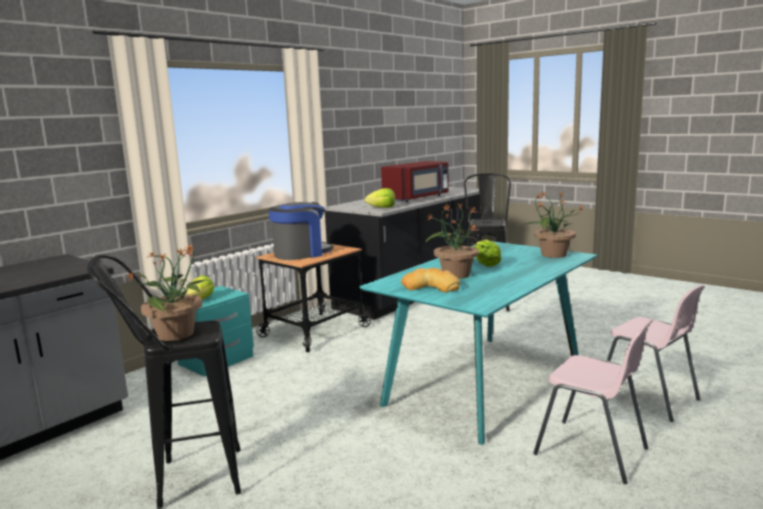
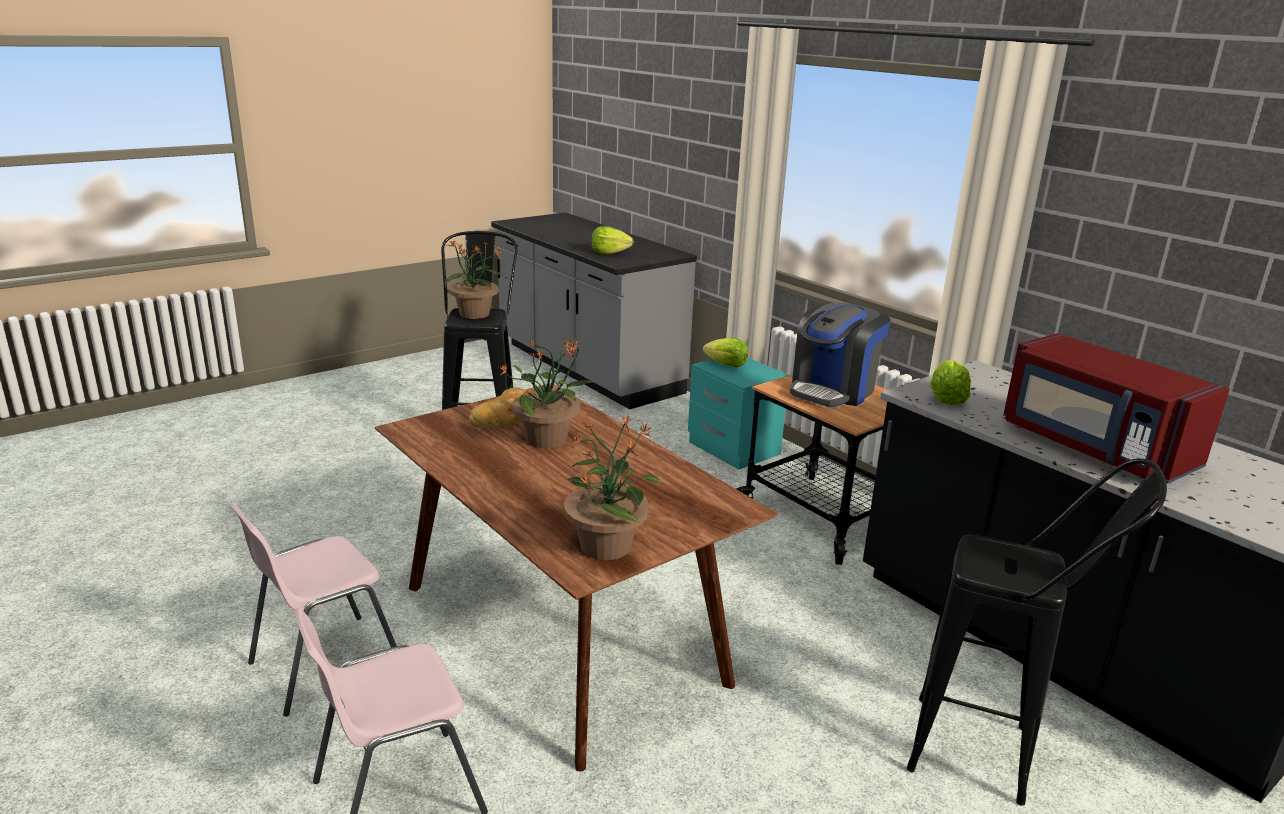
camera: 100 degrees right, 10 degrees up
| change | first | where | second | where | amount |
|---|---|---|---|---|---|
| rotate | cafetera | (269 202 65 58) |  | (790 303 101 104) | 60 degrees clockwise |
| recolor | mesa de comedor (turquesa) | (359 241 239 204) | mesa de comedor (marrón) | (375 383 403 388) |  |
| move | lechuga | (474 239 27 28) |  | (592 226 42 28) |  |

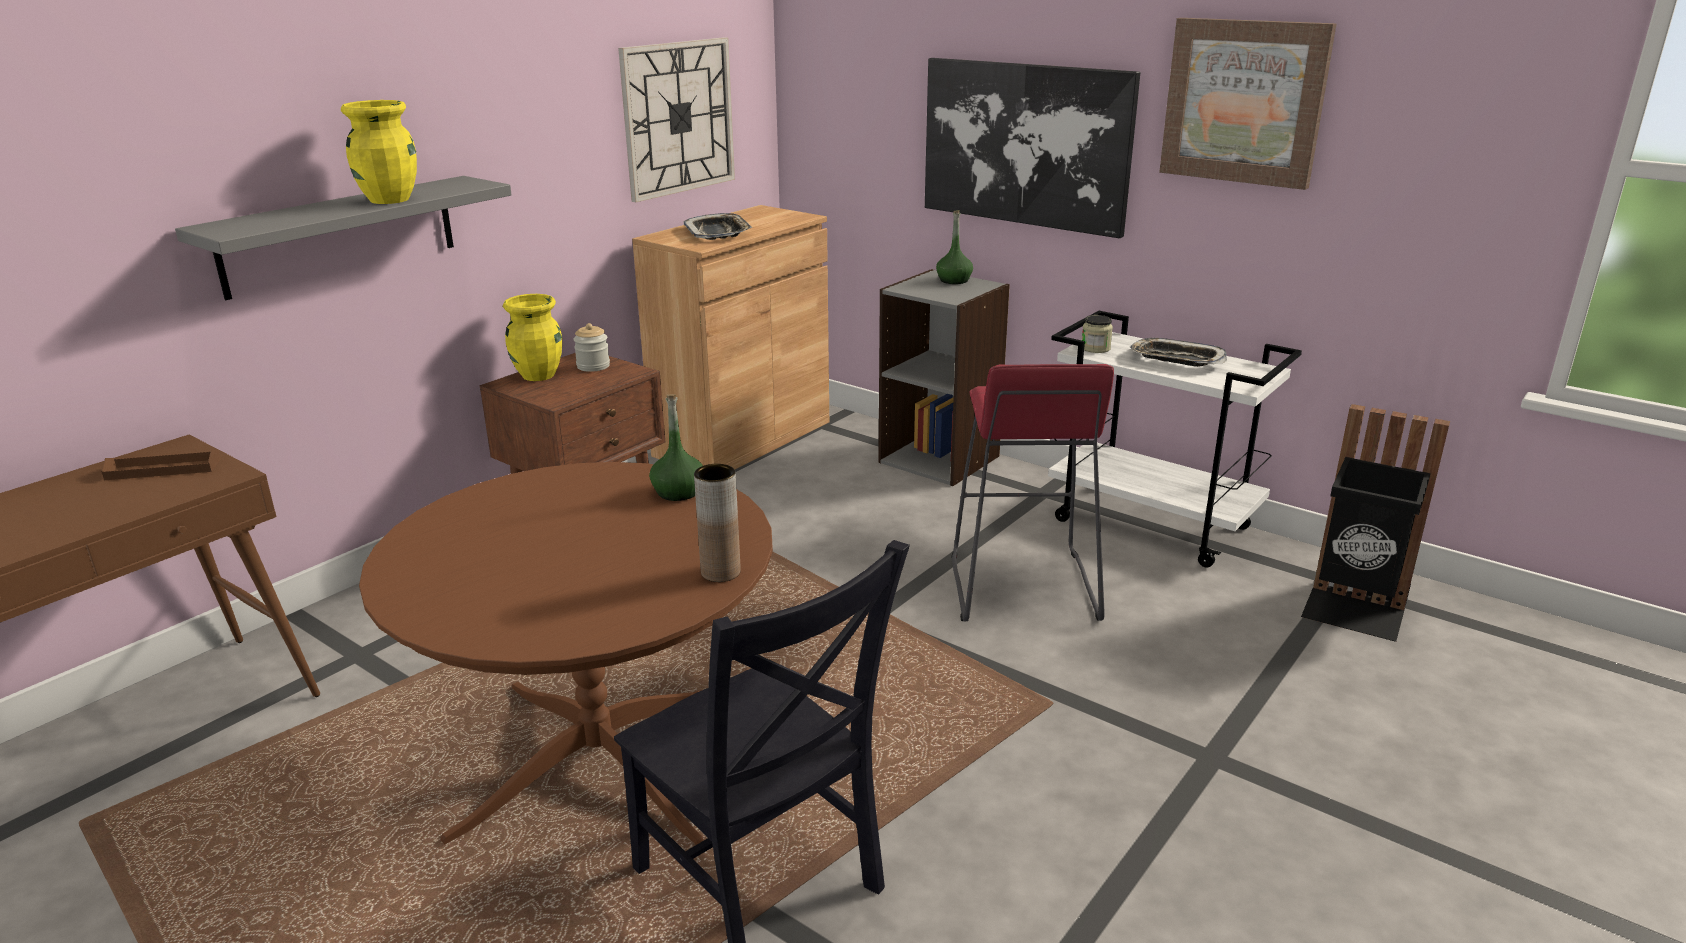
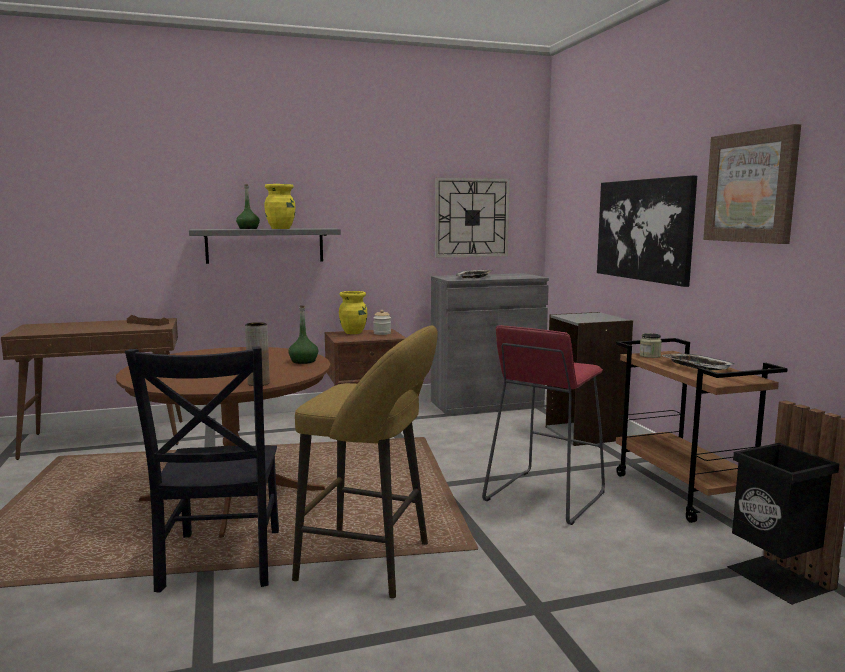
camera: 35 degrees right, 15 degrees down
| change | first | where | second | where | amount |
|---|---|---|---|---|---|
| recolor | armario (marrón) | (632 205 197 264) | armario (gris) | (431 273 118 143) |  |
| move | botella (verde) | (936 210 37 74) |  | (236 184 24 45) |  |
| recolor | carrito (blanco) | (1048 311 254 257) | carrito (marrón) | (616 338 172 185) |  |
| insert |  |  | taburete (amarillo) | (292 325 146 273) |  |

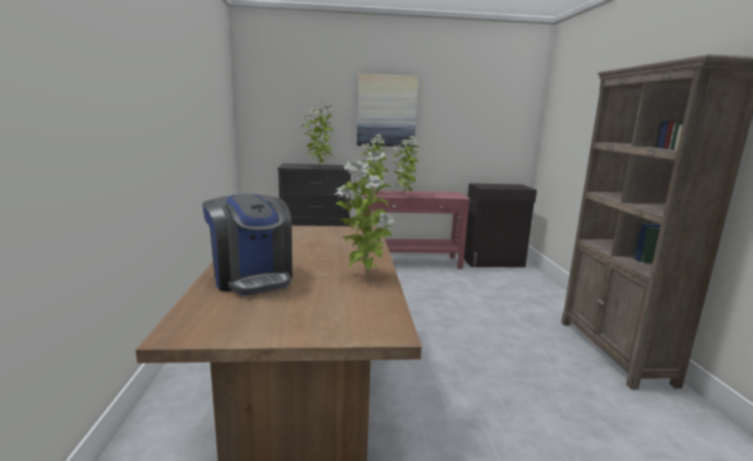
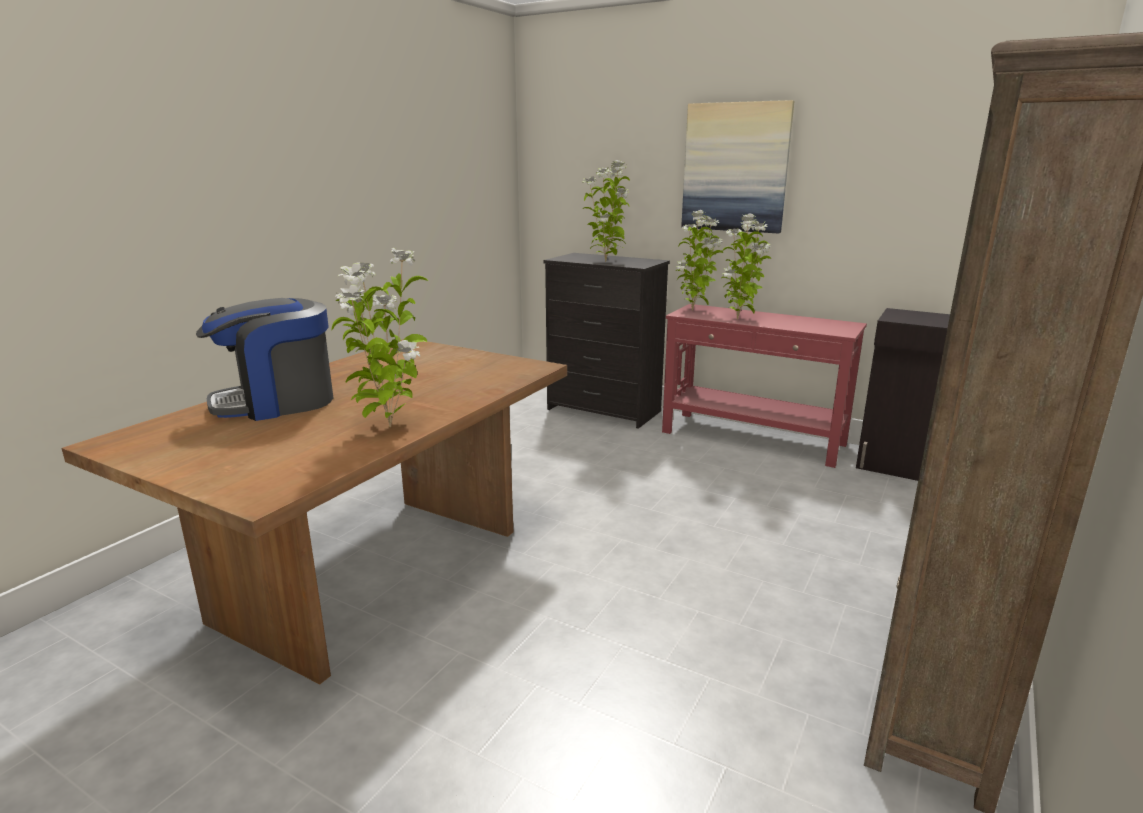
camera: 35 degrees right, 5 degrees up
| change | first | where | second | where | amount |
|---|---|---|---|---|---|
| rotate | cafetera | (202 193 90 102) |  | (196 298 137 123) | 60 degrees clockwise |

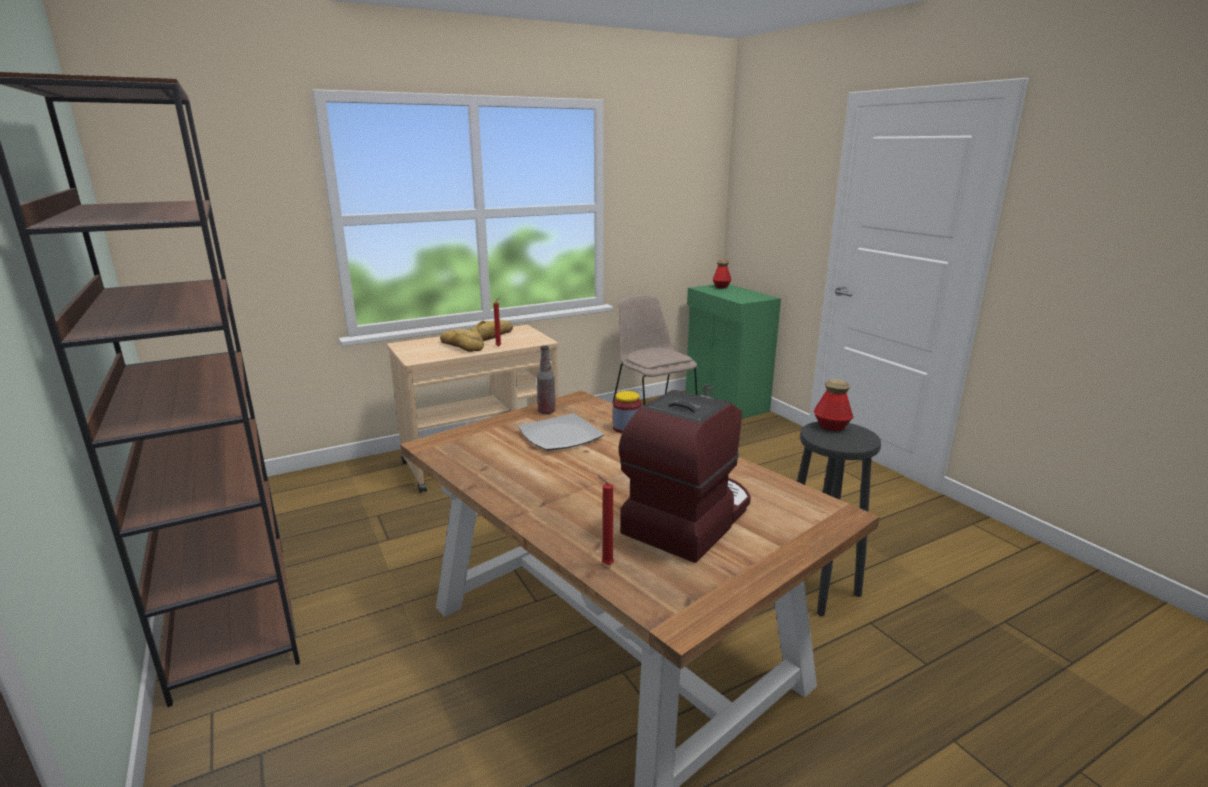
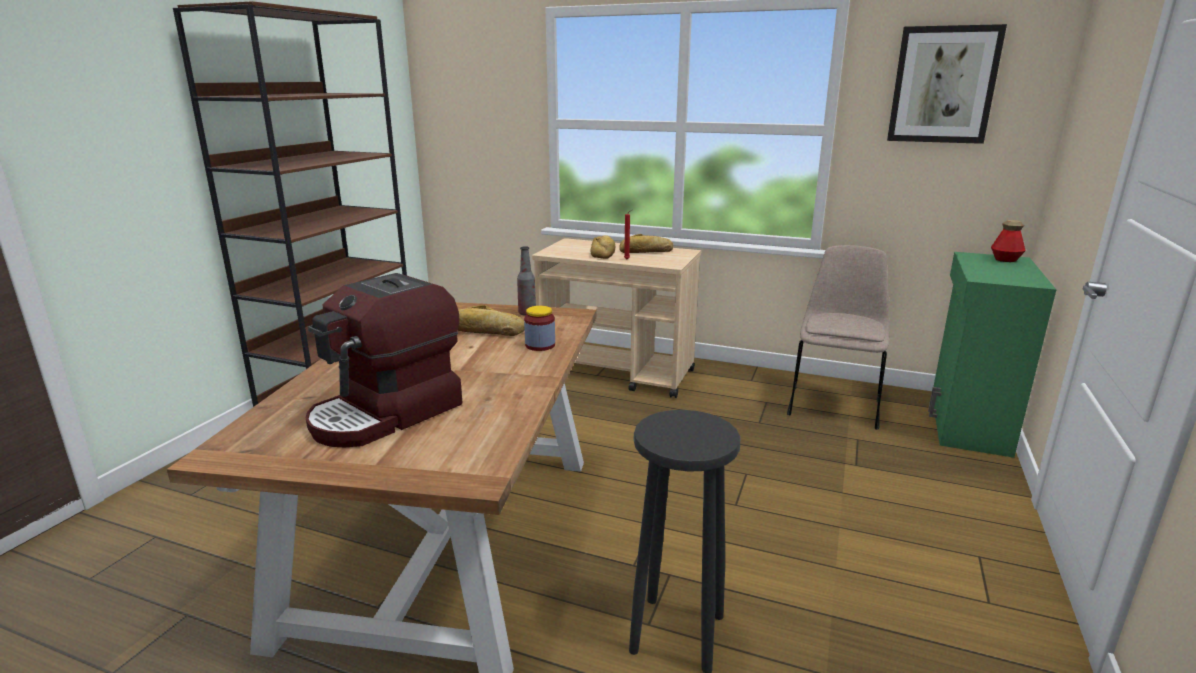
camera: 50 degrees right, 0 degrees up
| change | first | where | second | where | amount |
|---|---|---|---|---|---|
| replace | plato | (518 413 86 38) | pan | (458 305 67 31) |  |
| delete | vela (rojo) | (597 475 17 90) |  |  |  |
| rotate | cafetera | (619 390 132 173) |  | (306 273 156 174) | 135 degrees clockwise |
| delete | botella | (814 379 39 52) |  |  |  |
| insert |  |  | cuadro | (887 24 120 120) |  |

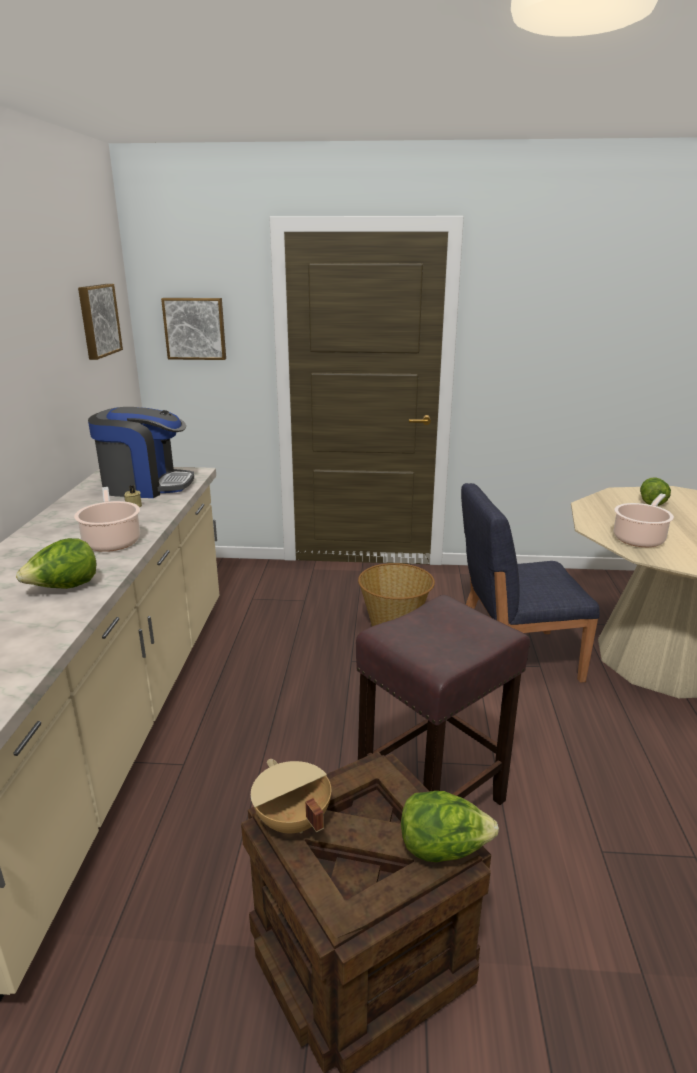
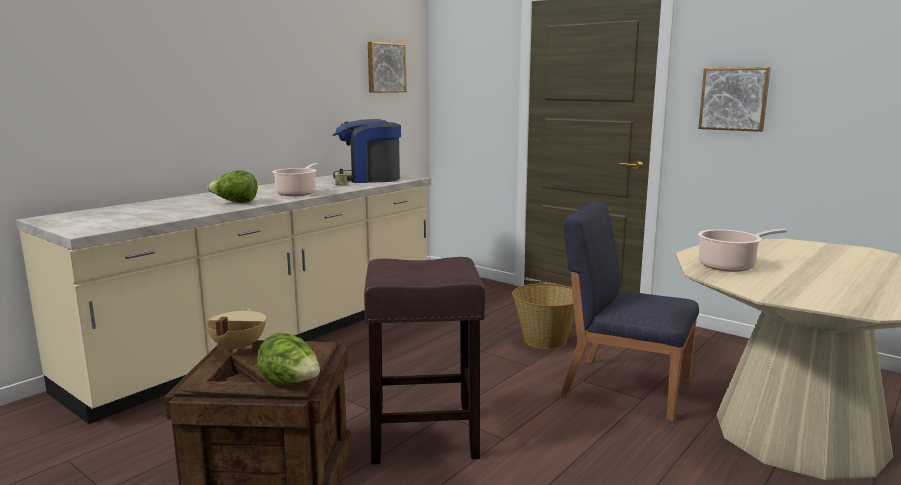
camera: 35 degrees right, 10 degrees down
| change | first | where | second | where | amount |
|---|---|---|---|---|---|
| rotate | cafetera | (88 407 106 91) |  | (333 119 68 64) | 135 degrees clockwise |
| move | cuadro | (161 298 65 62) |  | (698 67 73 65) |  |
| delete | lechuga | (640 478 31 28) |  |  |  |

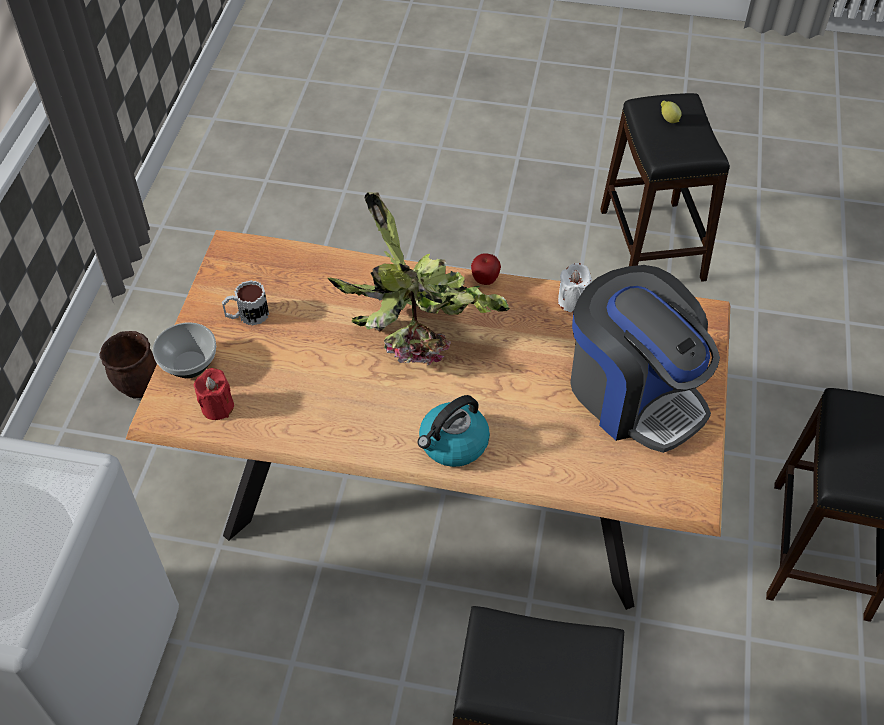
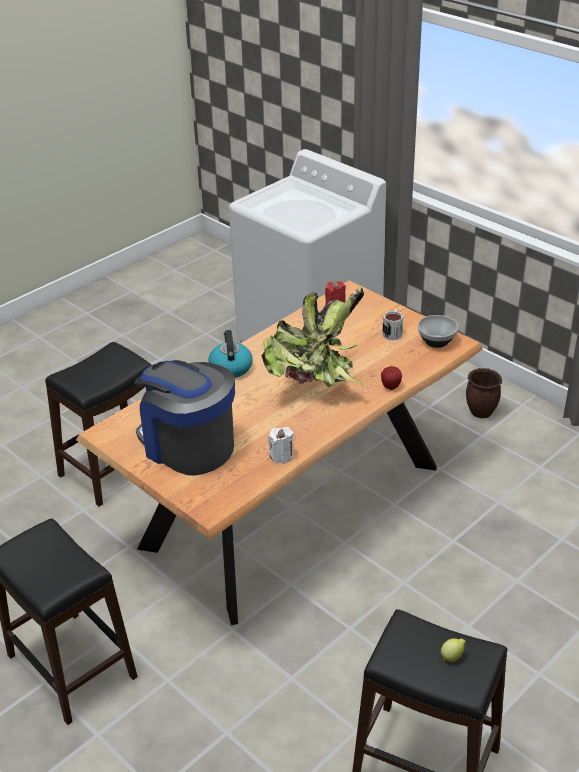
camera: 125 degrees right, 15 degrees down
| change | first | where | second | where | amount |
|---|---|---|---|---|---|
| move | cuenco | (152 322 64 56) |  | (418 315 40 33) |  |
| move | manzana | (471 253 30 32) |  | (381 366 21 24) |  |
| rotate | cafetera | (570 265 150 188) |  | (134 360 101 116) | 45 degrees clockwise |

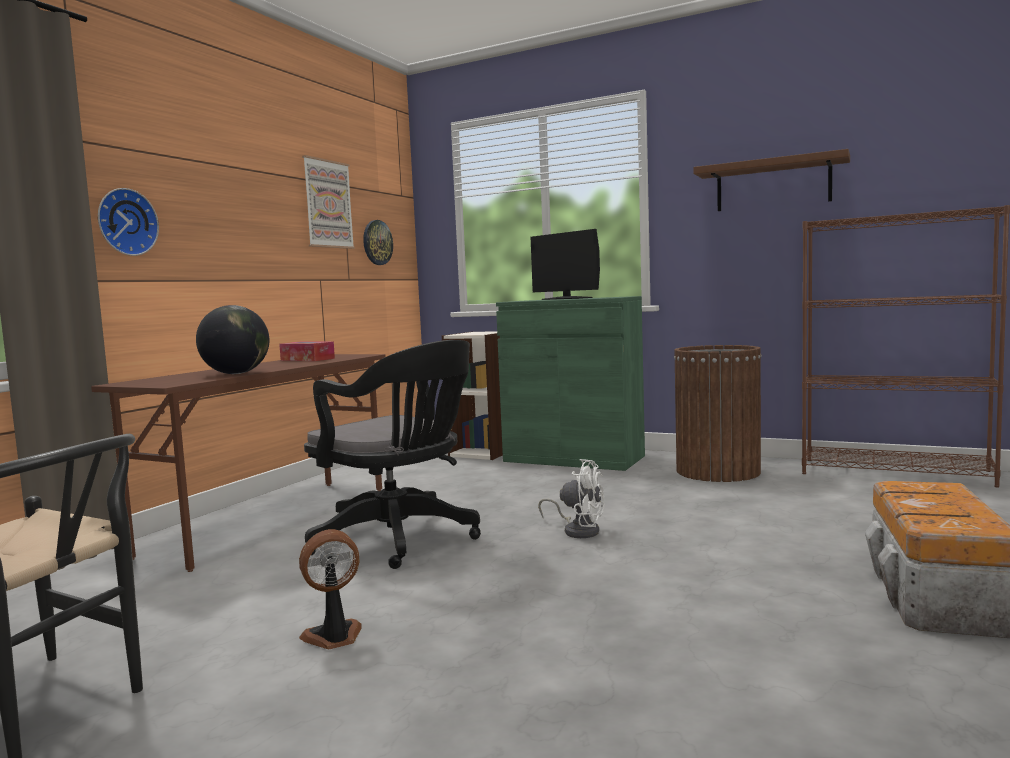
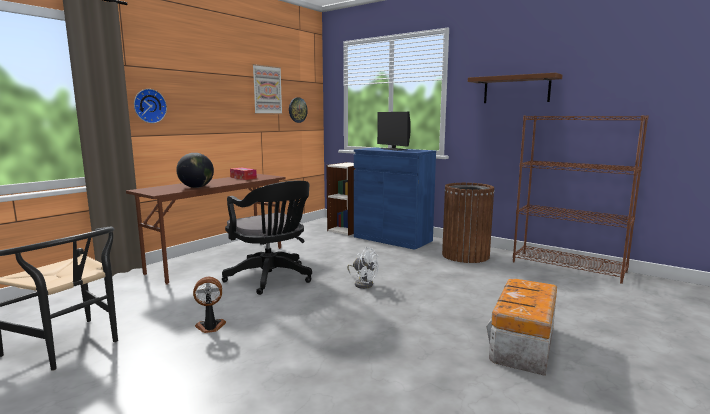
camera: 10 degrees right, 5 degrees up
| change | first | where | second | where | amount |
|---|---|---|---|---|---|
| recolor | armario (verde) | (496 296 149 175) | armario (azul) | (354 147 82 103) |  |

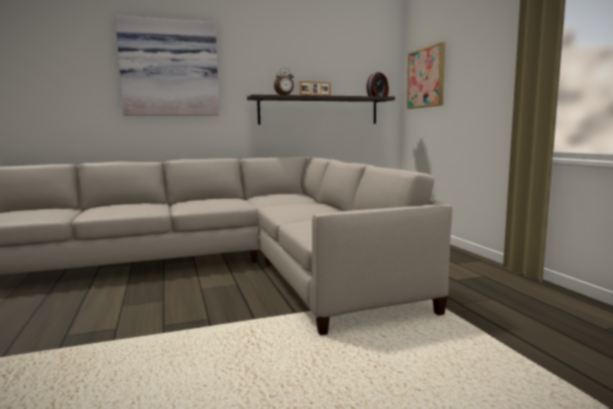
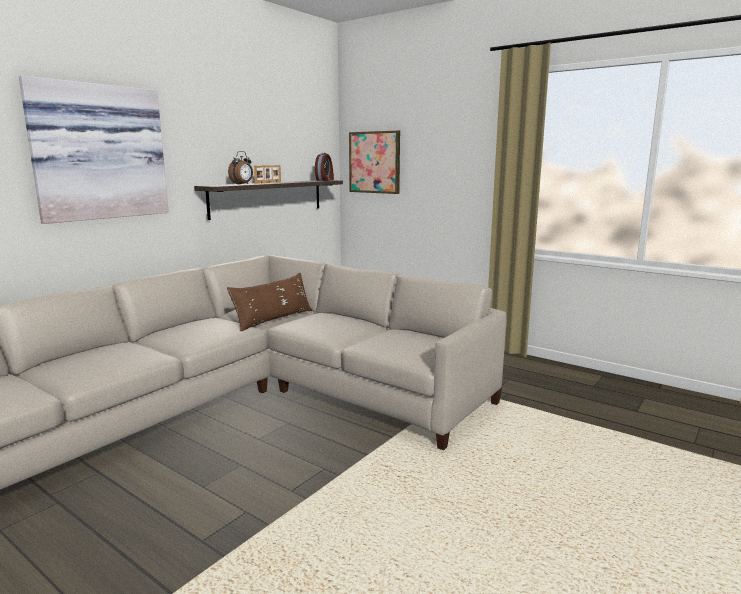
camera: 35 degrees left, 5 degrees up
| change | first | where | second | where | amount |
|---|---|---|---|---|---|
| insert |  |  | cojín (marrón) | (227 273 85 58) |  |

